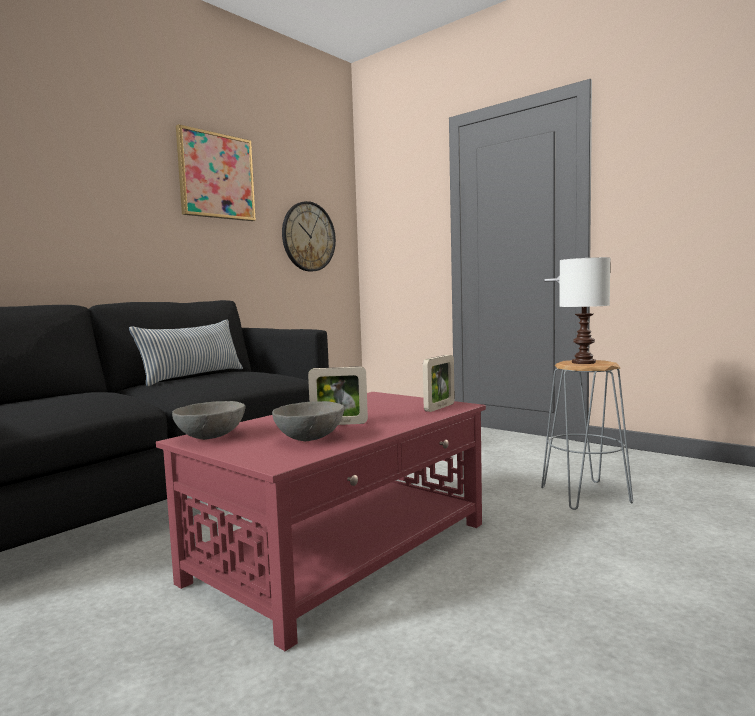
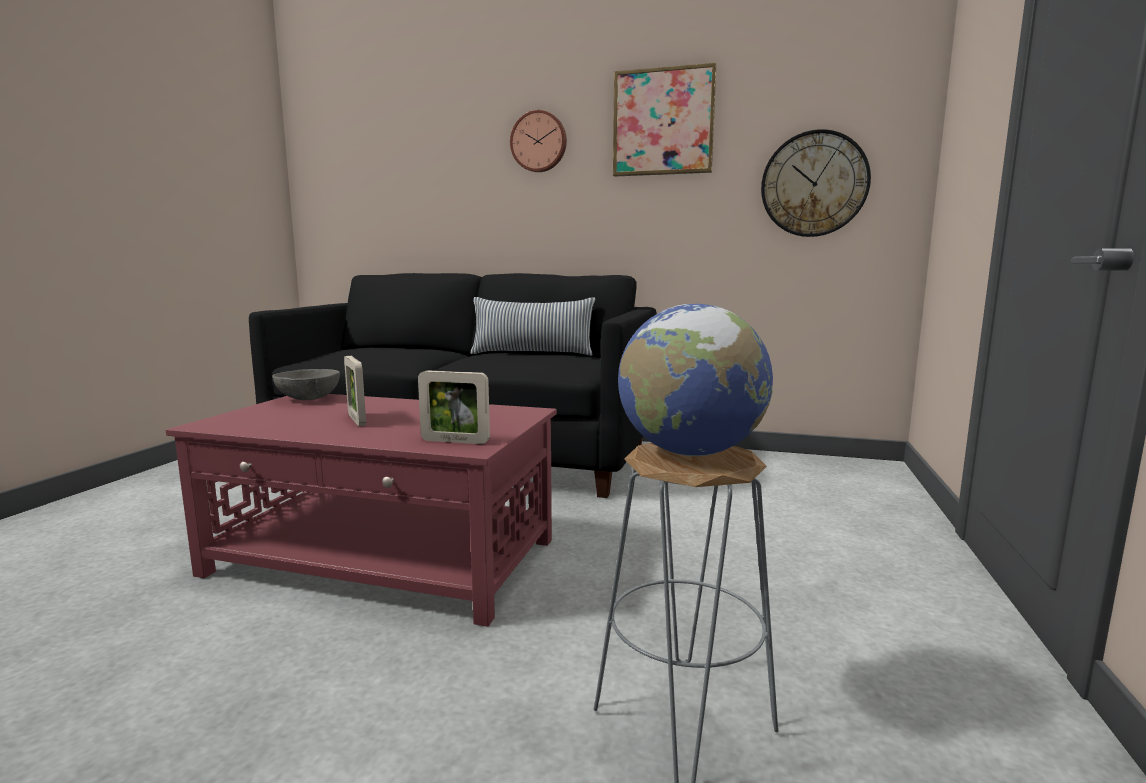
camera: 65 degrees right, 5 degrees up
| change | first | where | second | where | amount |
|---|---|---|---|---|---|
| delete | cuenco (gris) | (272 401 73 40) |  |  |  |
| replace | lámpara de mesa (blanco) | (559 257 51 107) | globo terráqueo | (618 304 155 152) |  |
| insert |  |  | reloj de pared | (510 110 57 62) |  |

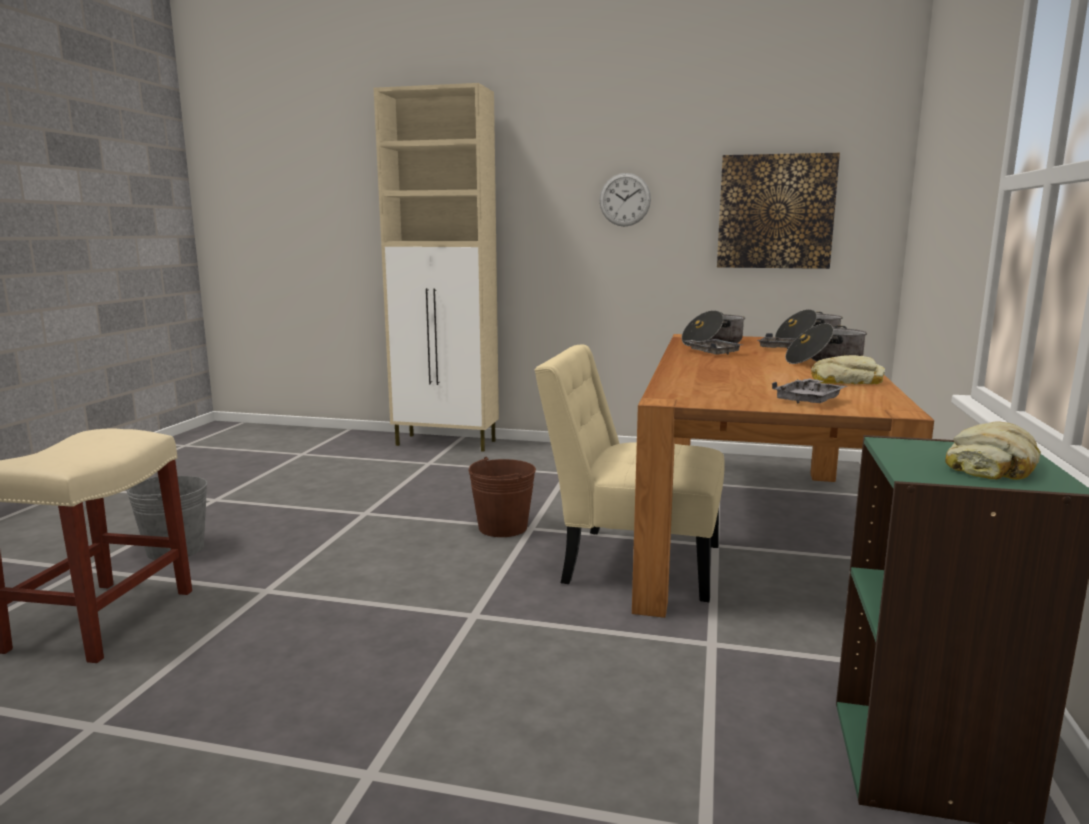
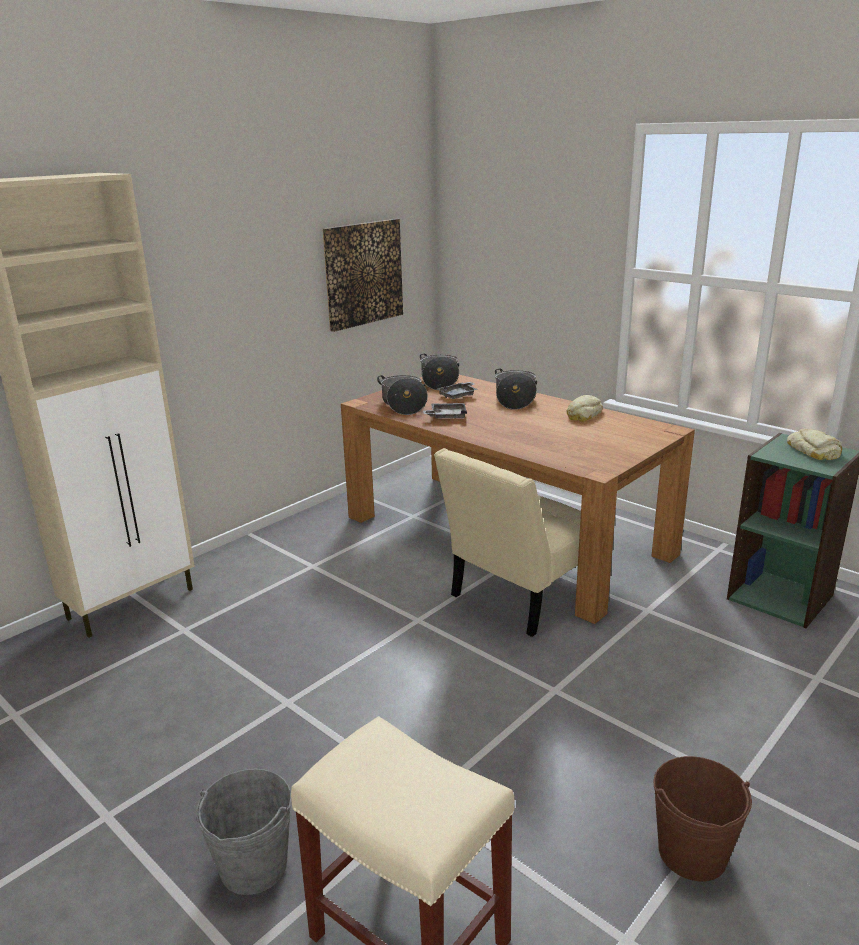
camera: 60 degrees left, 10 degrees up
| change | first | where | second | where | amount |
|---|---|---|---|---|---|
| move | cubo (marrón) | (468 457 68 80) |  | (653 756 99 125) |  |
| delete | reloj de pared | (599 173 52 54) |  |  |  |
| delete | bandeja (gris) | (772 378 75 25) |  |  |  |

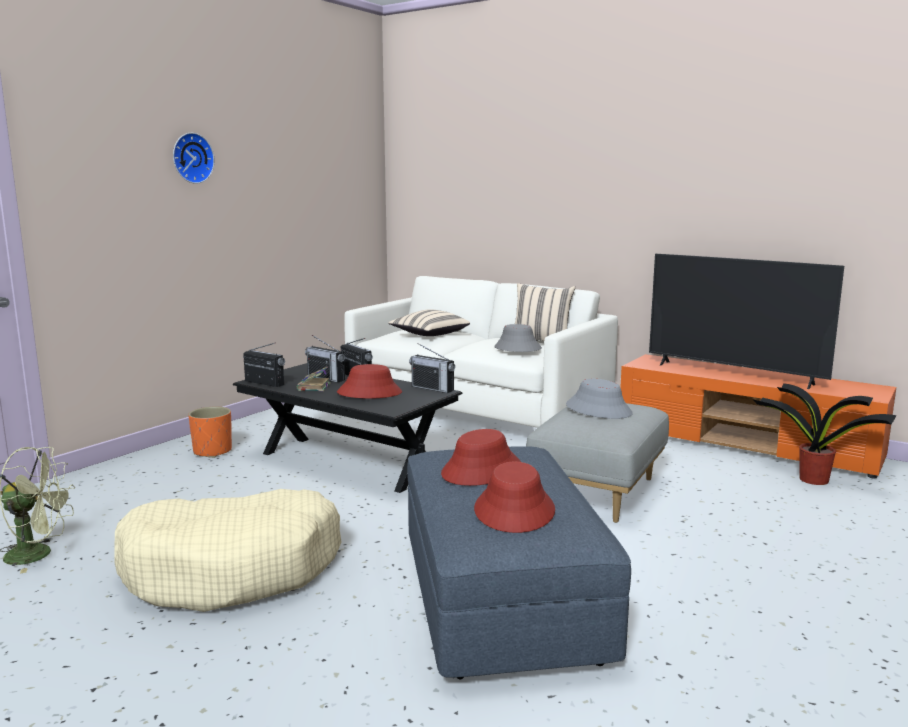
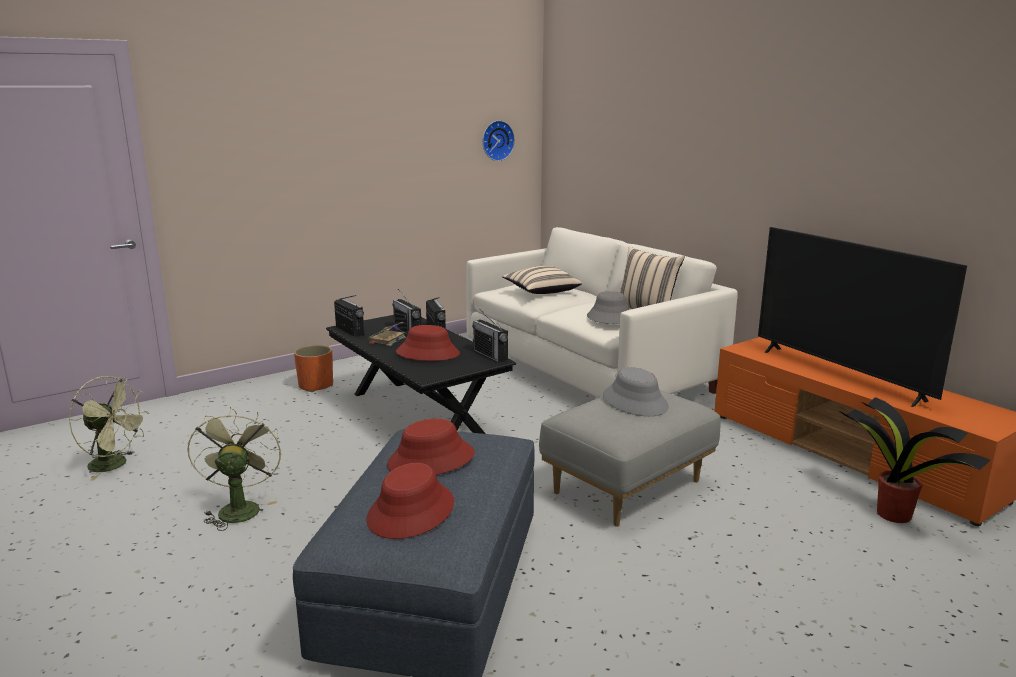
camera: 20 degrees right, 5 degrees up
| change | first | where | second | where | amount |
|---|---|---|---|---|---|
| replace | cama para perro (beis) | (115 489 227 123) | ventilador (verde) | (187 407 94 124) |  |
| move | reloj de pared | (173 133 42 51) |  | (482 120 33 41) |  |

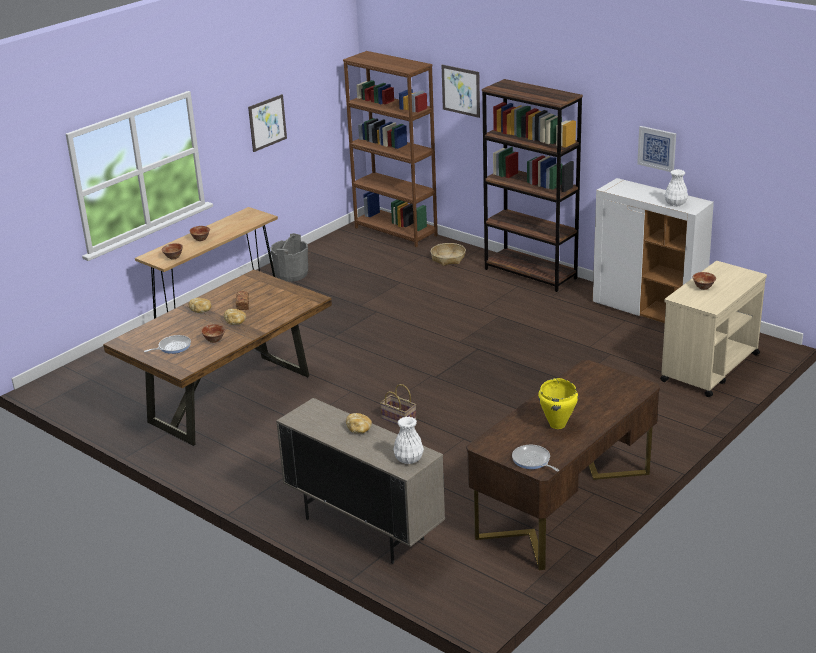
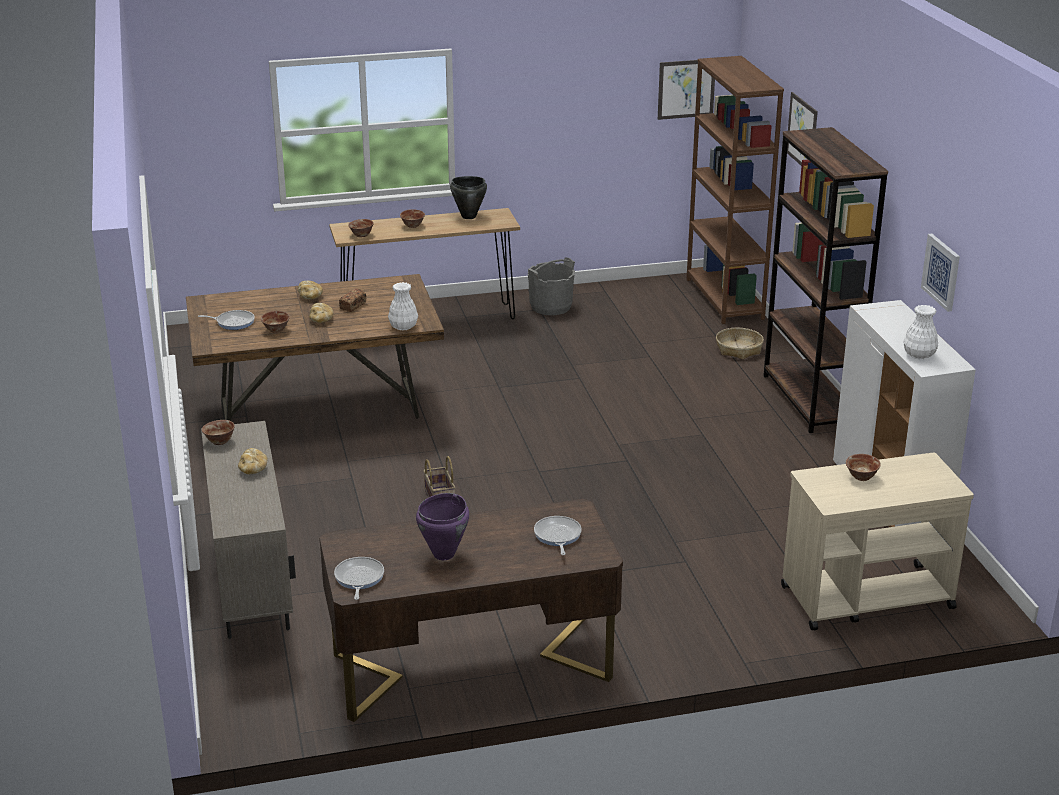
camera: 35 degrees right, 0 degrees up
| change | first | where | second | where | amount |
|---|---|---|---|---|---|
| move | cuadro | (248 94 39 58) |  | (658 60 57 60) |  |
| move | florero (blanco) | (393 416 31 48) |  | (388 282 30 48) |  |
| recolor | olla (amarillo) | (538 378 40 51) | olla (morado) | (416 493 53 67) |  |
| insert |  |  | cuenco | (202 420 33 25) |  |
| insert |  |  | olla (negro) | (450 176 37 43) |  |
| insert |  |  | sartén | (534 516 48 39) |  |

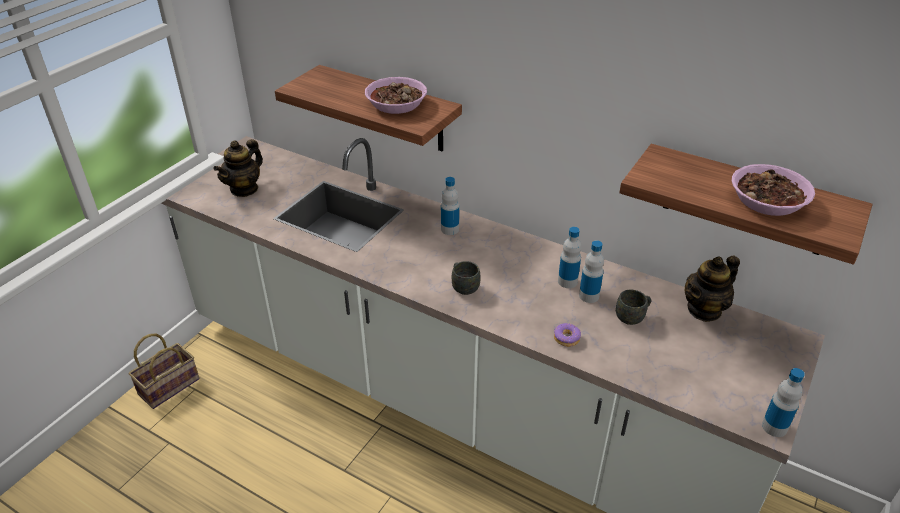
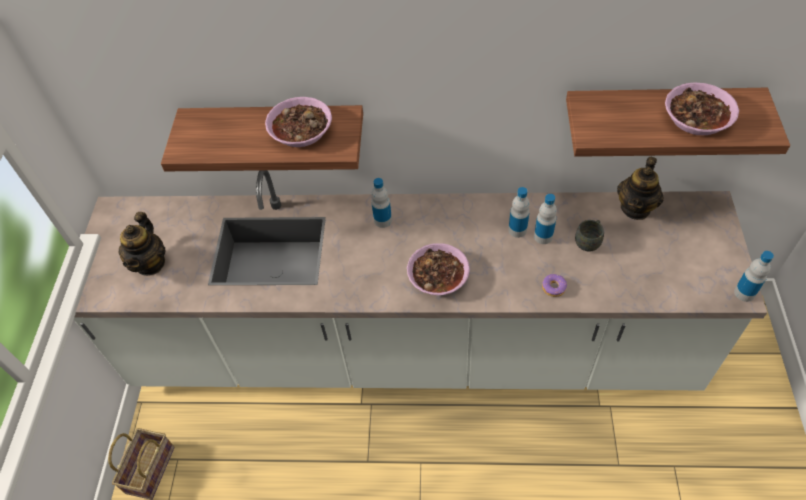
camera: 25 degrees left, 15 degrees up
| change | first | where | second | where | amount |
|---|---|---|---|---|---|
| replace | taza grande (gris) | (452 261 29 34) | cuenco | (407 243 63 52) |  |

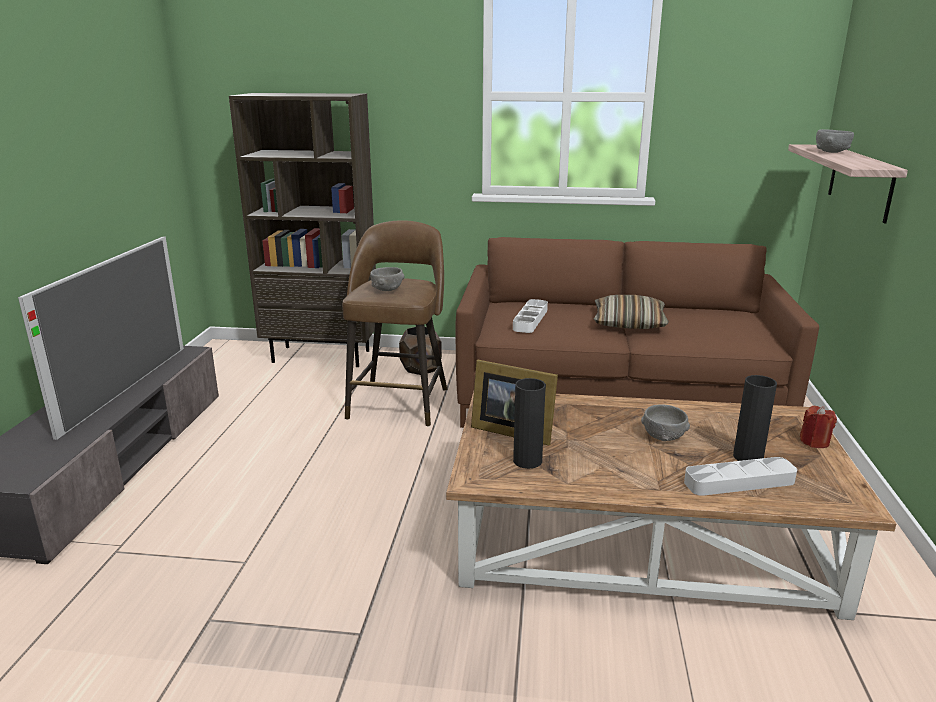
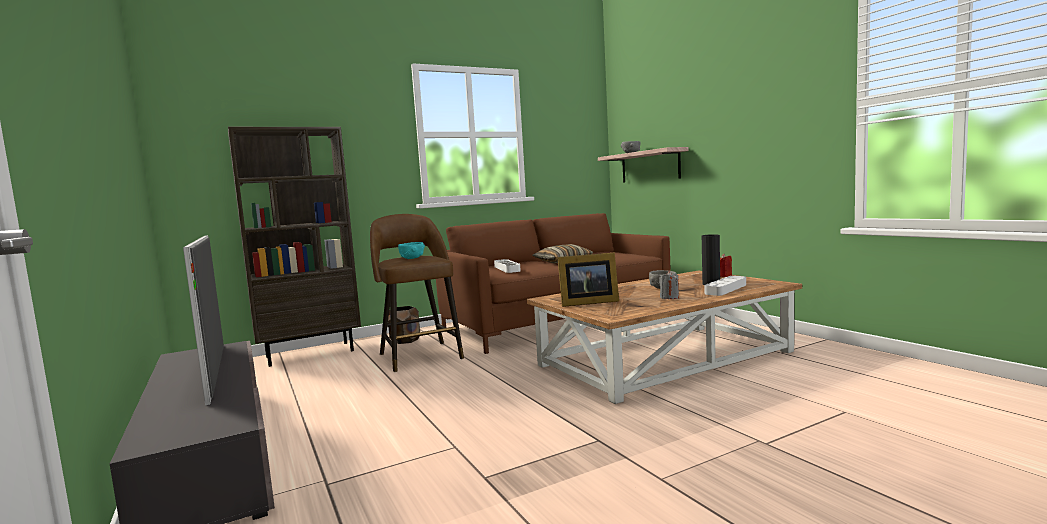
camera: 35 degrees left, 15 degrees down
| change | first | where | second | where | amount |
|---|---|---|---|---|---|
| recolor | cuenco (gris) | (370 267 35 24) | cuenco (turquesa) | (398 242 27 17) |  |
| delete | florero (negro) | (513 378 33 91) |  |  |  |
| insert |  |  | vela (gris) | (659 271 20 28) |  |

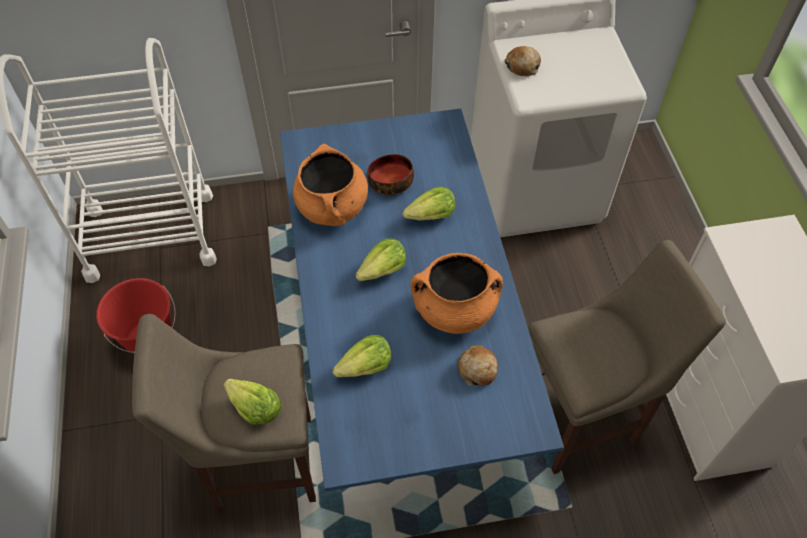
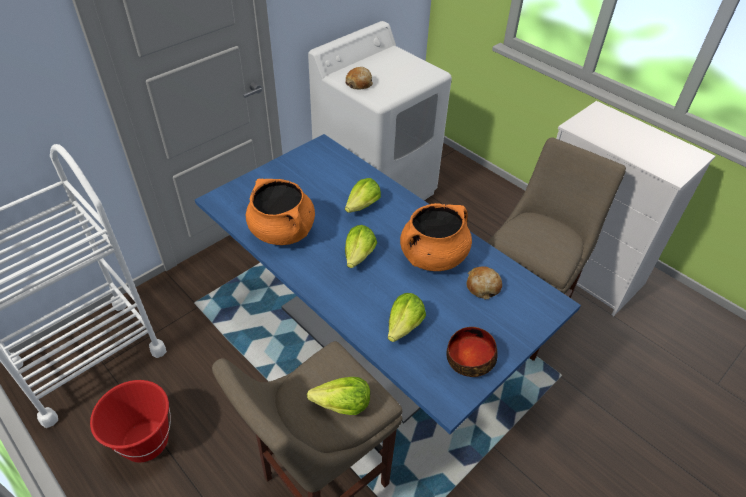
camera: 35 degrees left, 10 degrees down
| change | first | where | second | where | amount |
|---|---|---|---|---|---|
| move | cuenco | (367 154 47 41) |  | (447 327 51 50) |  |

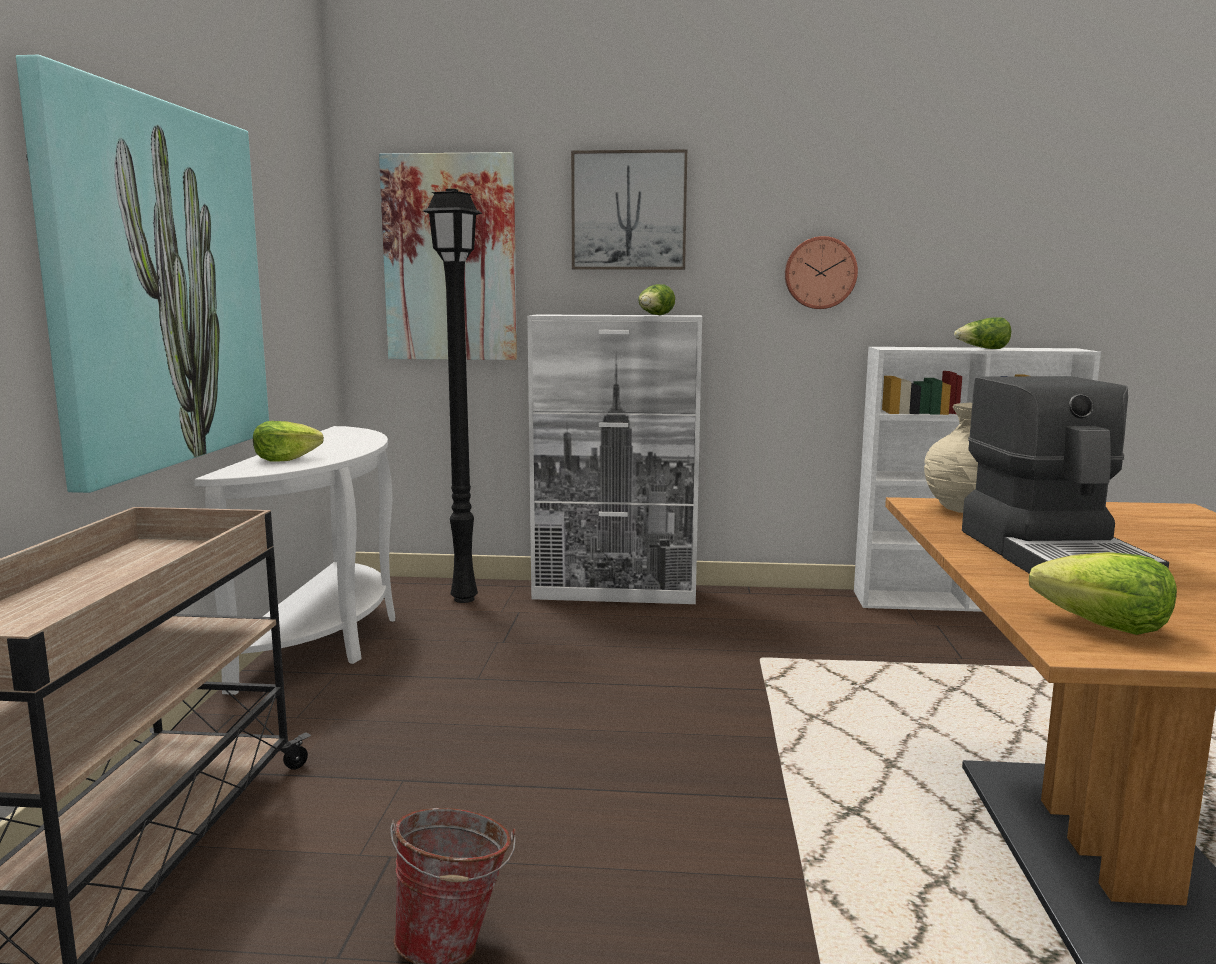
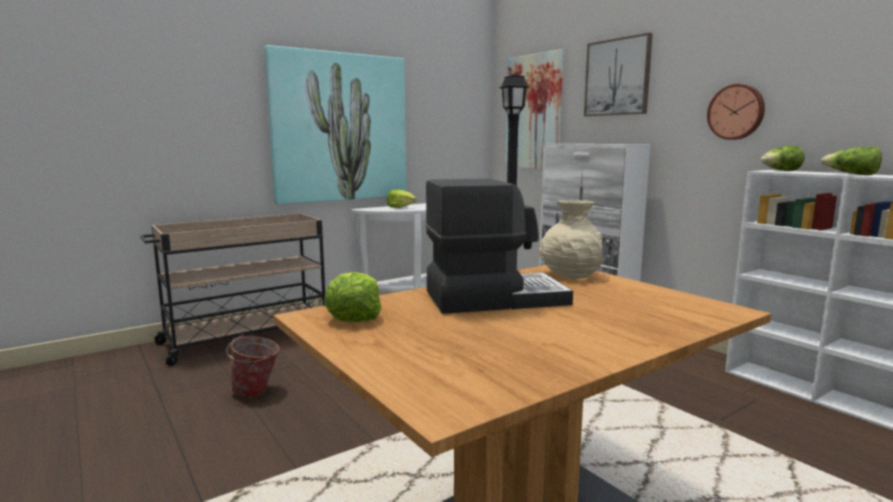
camera: 50 degrees right, 0 degrees up
| change | first | where | second | where | amount |
|---|---|---|---|---|---|
| move | lechuga | (638 284 37 31) |  | (761 146 44 25) |  |
| rotate | cafetera | (962 376 207 198) |  | (426 179 147 135) | 150 degrees counterclockwise |

